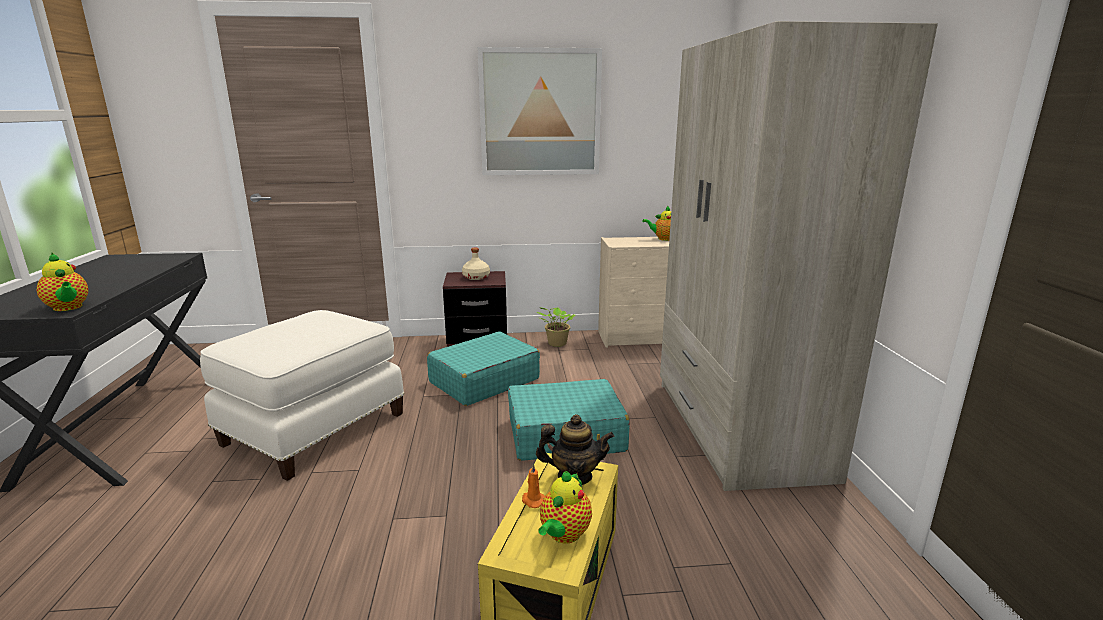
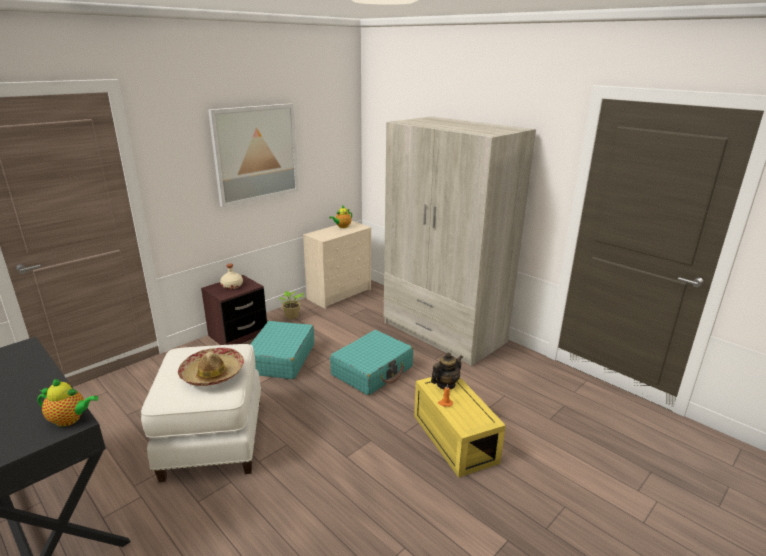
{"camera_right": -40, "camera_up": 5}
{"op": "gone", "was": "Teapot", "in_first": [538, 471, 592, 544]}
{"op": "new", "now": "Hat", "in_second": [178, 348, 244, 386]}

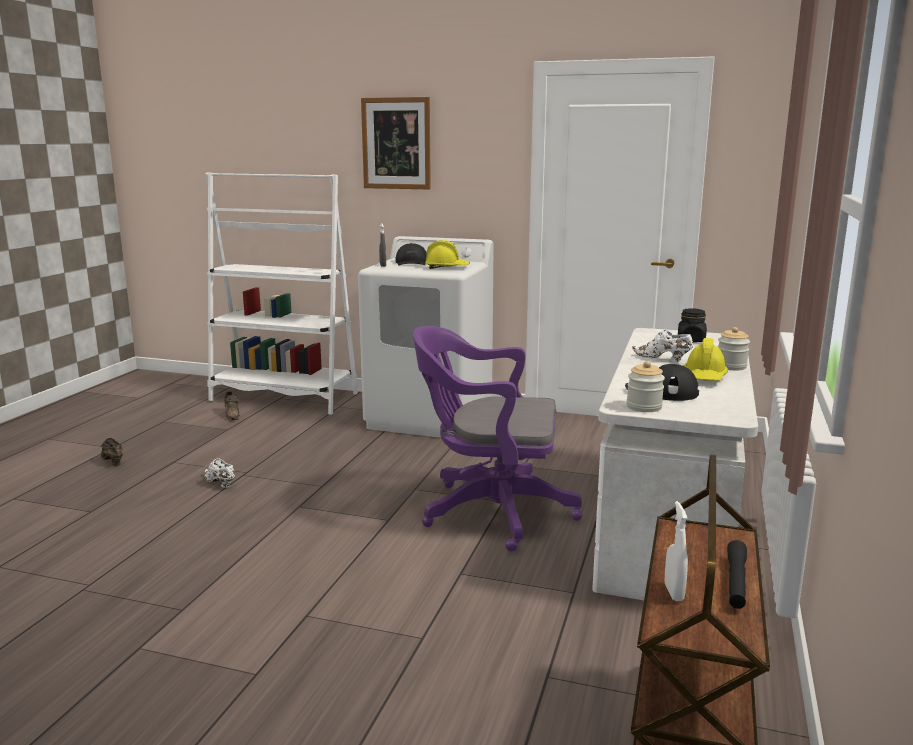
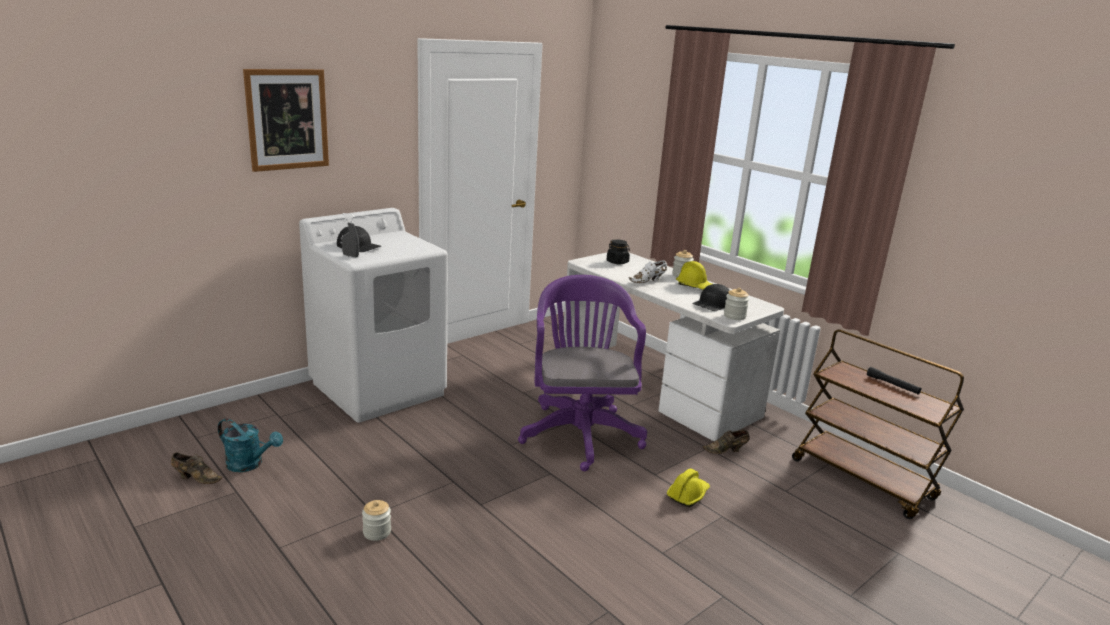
{"camera_right": -60, "camera_up": 5}
{"op": "gone", "was": "WhiteBookcase", "in_first": [205, 172, 358, 415]}
{"op": "gone", "was": "WhiteSprayBottle", "in_first": [665, 501, 688, 601]}
{"op": "new", "now": "TurquoiseWateringCan", "in_second": [218, 418, 283, 472]}
{"op": "shifted", "was": "BrownShoe", "in_first": [100, 438, 123, 466], "in_second": [703, 430, 750, 454]}
{"op": "shifted", "was": "YellowHardHat", "in_first": [425, 240, 470, 269], "in_second": [667, 469, 710, 507]}
{"op": "swapped", "was": "WhiteShoe", "now": "Jar", "in_first": [204, 458, 235, 488], "in_second": [362, 500, 391, 541]}
{"op": "rotated", "was": "PurpleOfficeChair", "in_first": [413, 326, 582, 551], "in_second": [518, 275, 647, 471], "clockwise": 135}

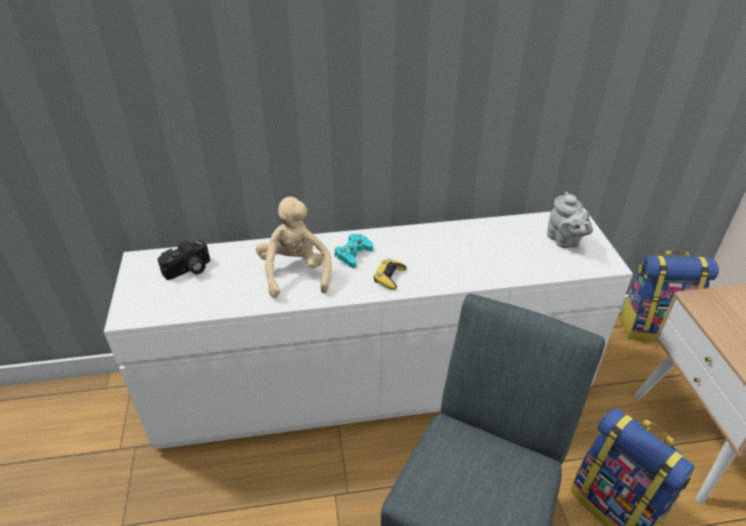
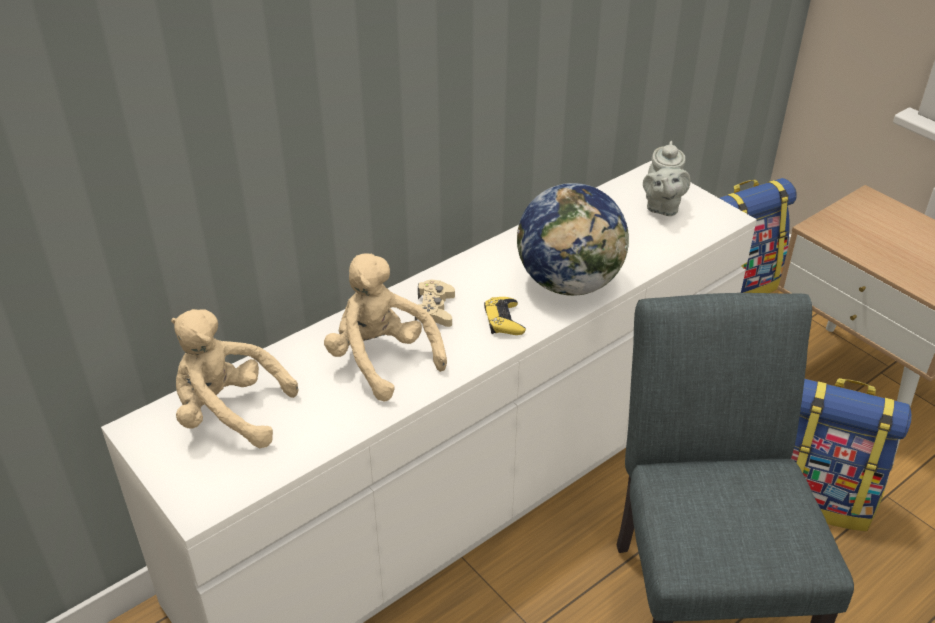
{"camera_right": -30, "camera_up": 0}
{"op": "new", "now": "Globe", "in_second": [517, 183, 629, 296]}
{"op": "swapped", "was": "PhotoCamera", "now": "BeigePlushToy", "in_first": [157, 240, 210, 280], "in_second": [171, 309, 299, 448]}
{"op": "repainted", "was": "TurquoiseGameController", "now": "BeigeGameController", "in_first": [335, 234, 373, 268], "in_second": [415, 280, 455, 327]}
{"op": "rotated", "was": "GreyTeapot", "in_first": [547, 192, 593, 248], "in_second": [643, 141, 691, 216], "clockwise": 60}

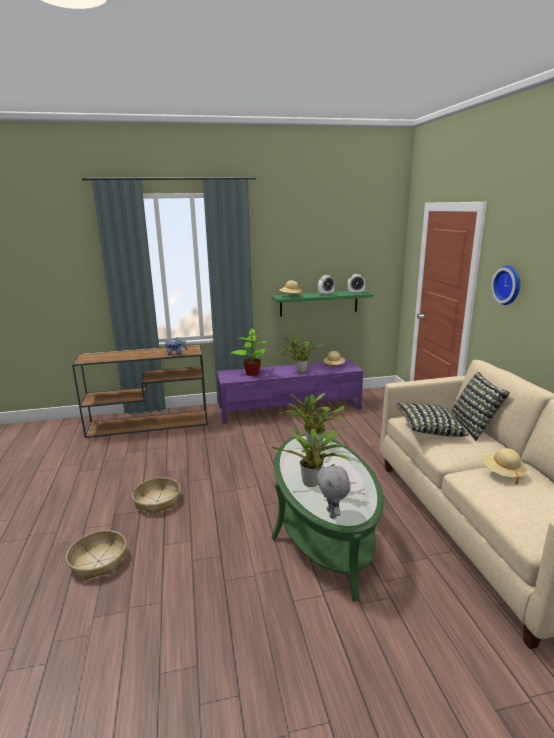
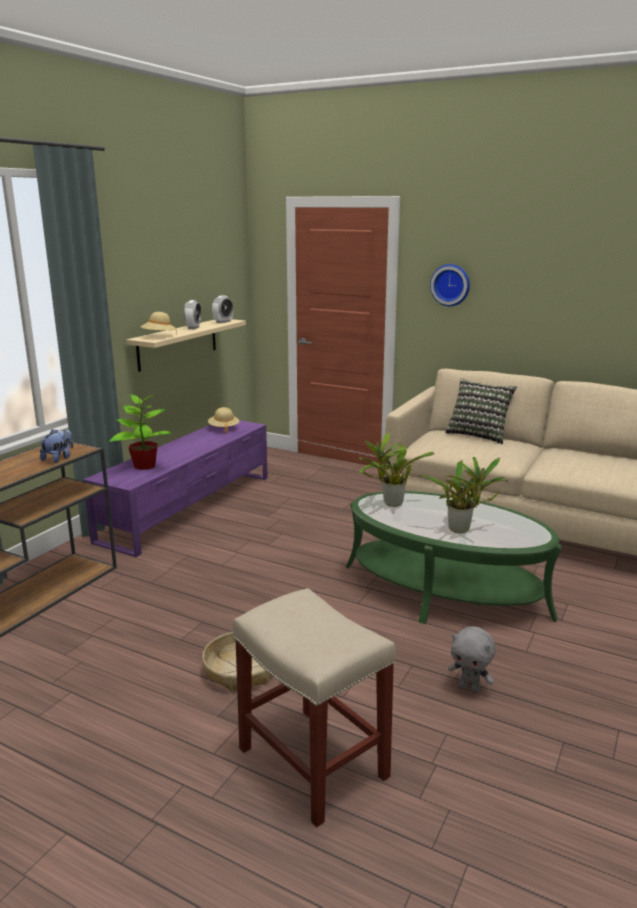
{"camera_right": -50, "camera_up": 0}
{"op": "gone", "was": "PottedPlant", "in_first": [279, 334, 324, 373]}
{"op": "gone", "was": "Pillow", "in_first": [396, 403, 469, 437]}
{"op": "gone", "was": "BeigeHat", "in_first": [483, 448, 527, 485]}
{"op": "shifted", "was": "GreyPlushToy", "in_first": [317, 464, 351, 519], "in_second": [448, 626, 495, 692]}
{"op": "swapped", "was": "Basket", "now": "BeigeStool", "in_first": [66, 530, 126, 581], "in_second": [233, 588, 396, 827]}
{"op": "repainted", "was": "GreenShelf", "now": "BeigeShelf", "in_first": [272, 290, 374, 317], "in_second": [126, 319, 246, 372]}

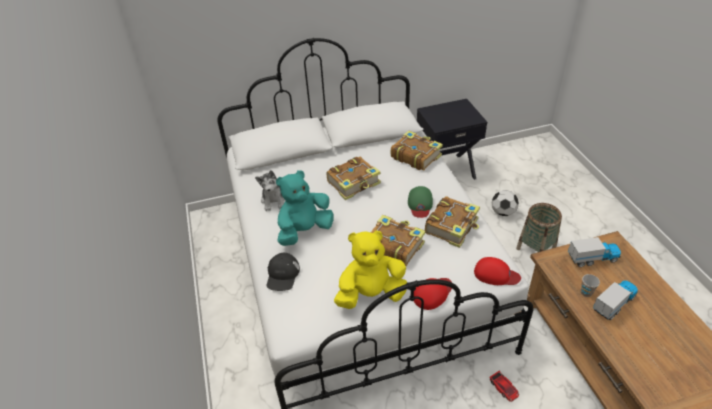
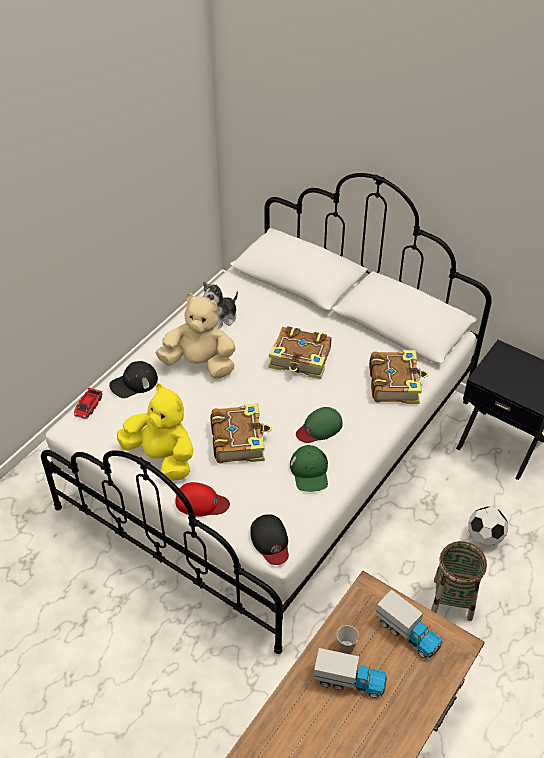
{"camera_right": 50, "camera_up": 5}
{"op": "shifted", "was": "ToyCar", "in_first": [490, 371, 519, 402], "in_second": [74, 387, 103, 419]}
{"op": "swapped", "was": "Book", "now": "GreenCap", "in_first": [425, 196, 480, 248], "in_second": [290, 445, 328, 492]}
{"op": "repainted", "was": "TurquoisePlushToy", "now": "BeigePlushToy", "in_first": [276, 170, 333, 246], "in_second": [156, 294, 236, 379]}
{"op": "repainted", "was": "RedCap", "now": "BlackCap", "in_first": [474, 257, 521, 285], "in_second": [250, 514, 289, 565]}

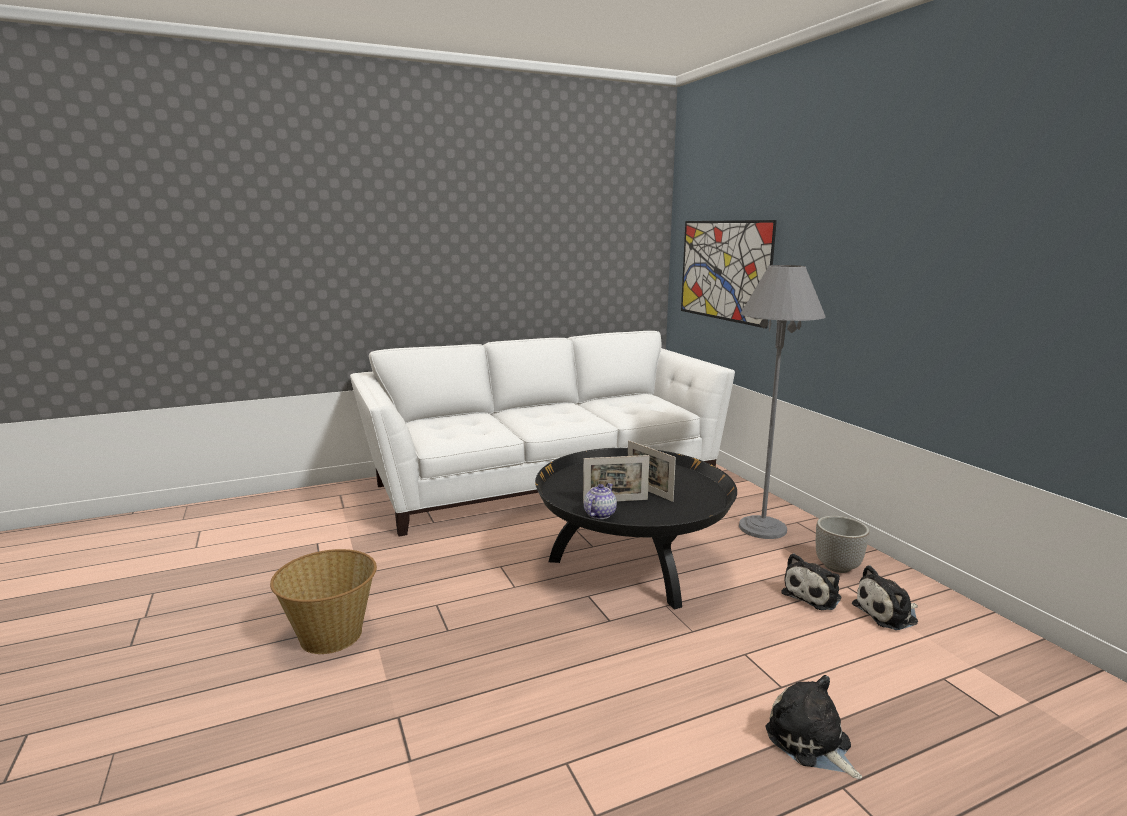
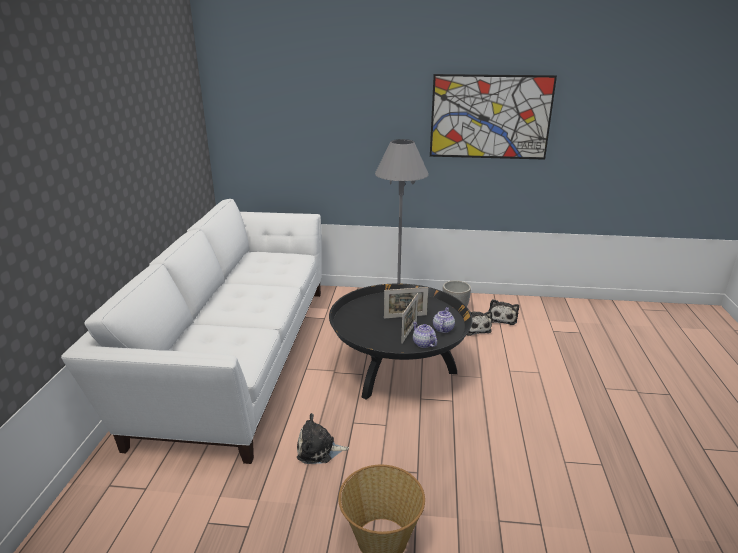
{"camera_right": -60, "camera_up": 10}
{"op": "new", "now": "Teapot", "in_second": [433, 307, 455, 333]}
{"op": "shifted", "was": "Picture", "in_first": [681, 220, 777, 328], "in_second": [430, 74, 557, 160]}
{"op": "shifted", "was": "PlushToy", "in_first": [766, 675, 862, 779], "in_second": [297, 413, 349, 464]}

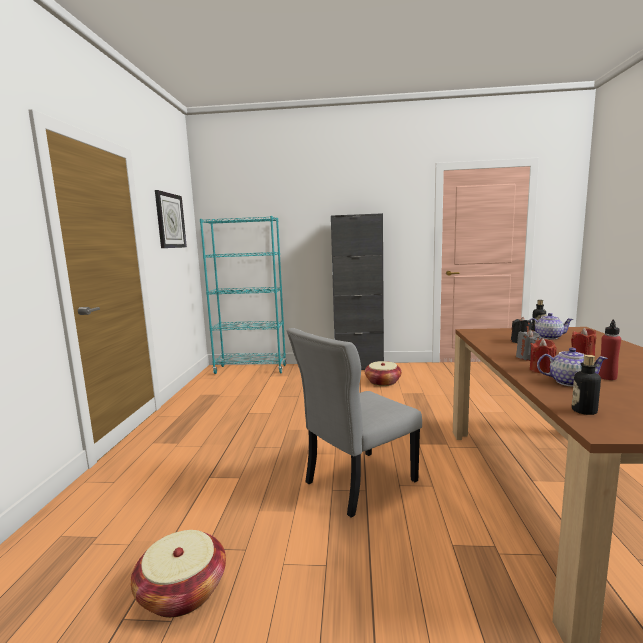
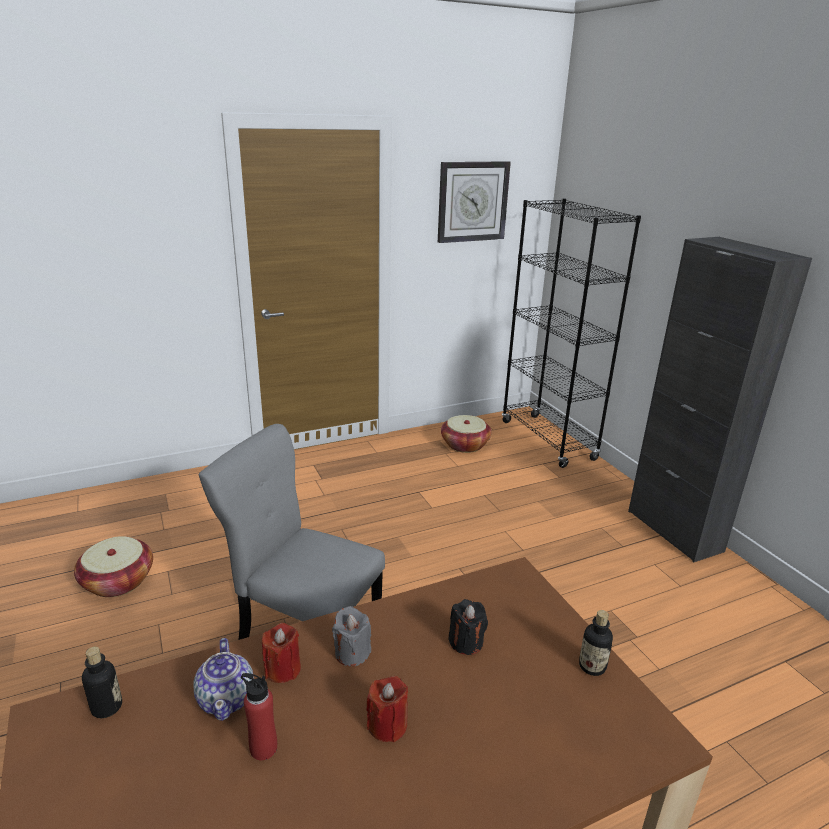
{"camera_right": 60, "camera_up": 15}
{"op": "gone", "was": "Teapot", "in_first": [530, 313, 574, 339]}
{"op": "shifted", "was": "Basket", "in_first": [365, 361, 402, 386], "in_second": [441, 415, 491, 453]}
{"op": "repainted", "was": "TurquoiseBookcase", "now": "BlackBookcase", "in_first": [200, 216, 286, 374], "in_second": [502, 199, 641, 468]}

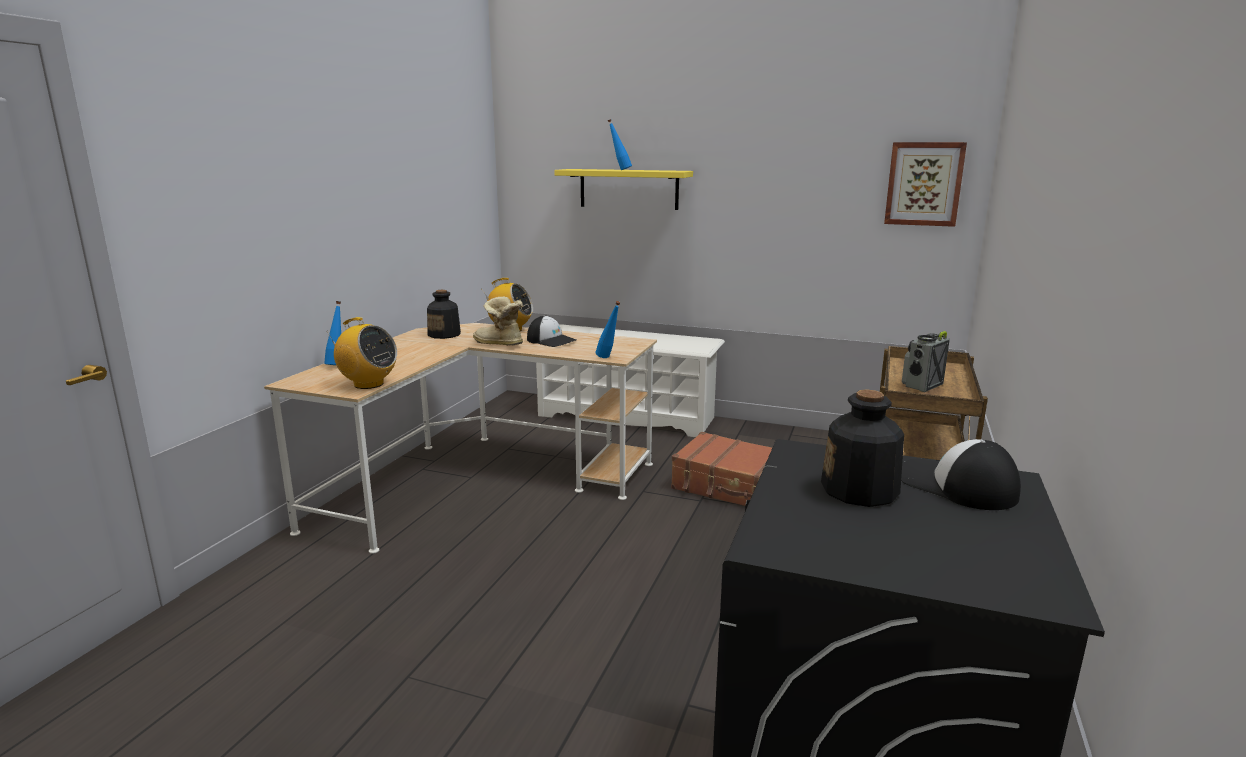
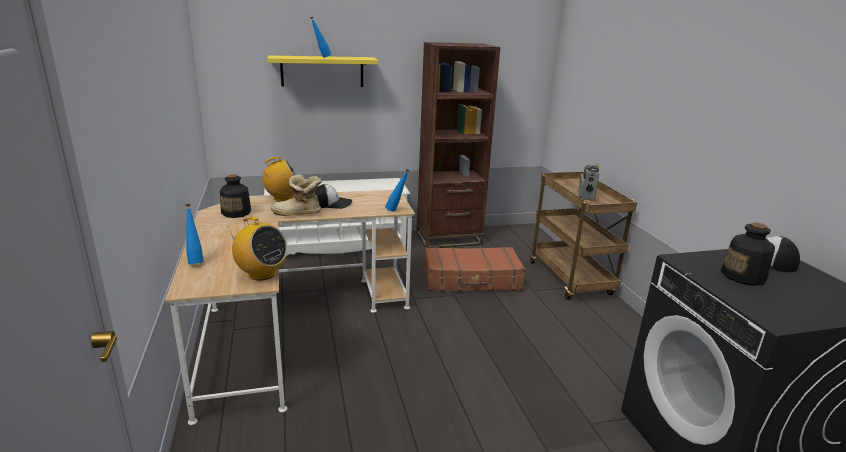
{"camera_right": -35, "camera_up": 5}
{"op": "gone", "was": "Picture", "in_first": [884, 142, 967, 227]}
{"op": "new", "now": "BrownBookcase", "in_second": [416, 42, 500, 248]}
{"op": "rotated", "was": "Radio", "in_first": [326, 317, 397, 389], "in_second": [230, 217, 287, 280], "clockwise": 45}

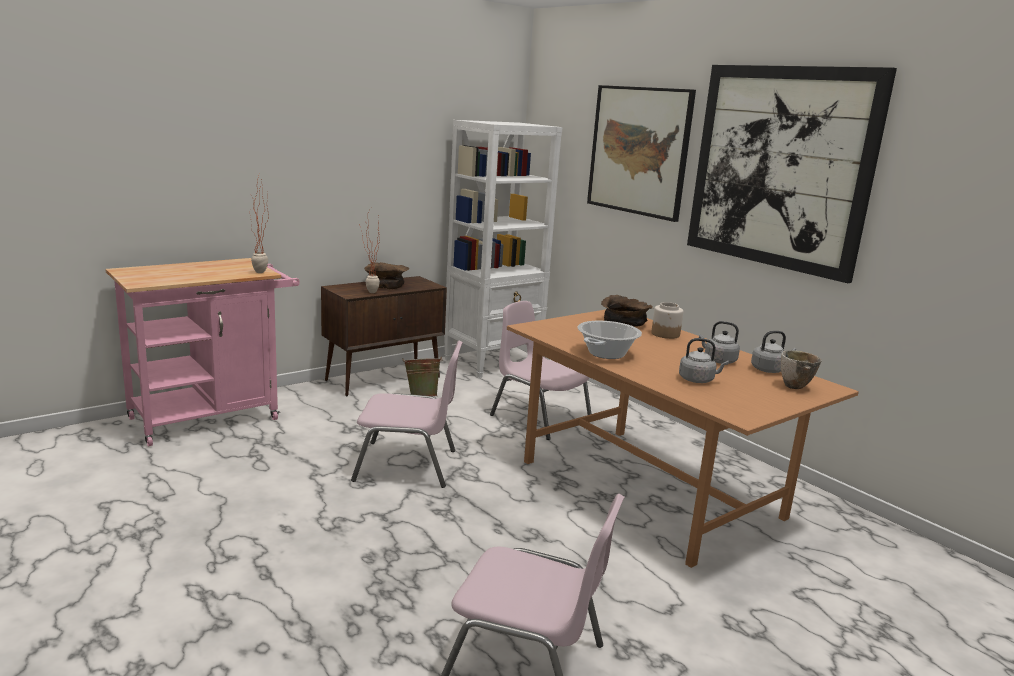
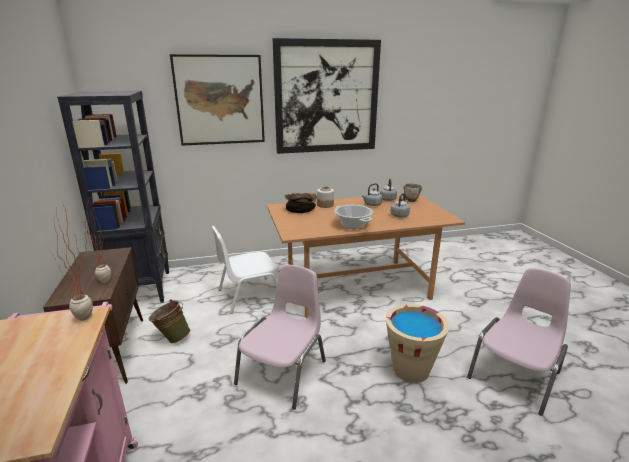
{"camera_right": -65, "camera_up": 5}
{"op": "gone", "was": "BrownBowl", "in_first": [364, 262, 409, 289]}
{"op": "new", "now": "BeigeBucket", "in_second": [386, 304, 449, 383]}
{"op": "repainted", "was": "WhiteBookcase", "now": "BlackBookcase", "in_first": [444, 120, 562, 378], "in_second": [57, 91, 169, 303]}
{"op": "repainted", "was": "PinkChair", "now": "WhiteChair", "in_first": [490, 301, 591, 440], "in_second": [211, 226, 279, 314]}

